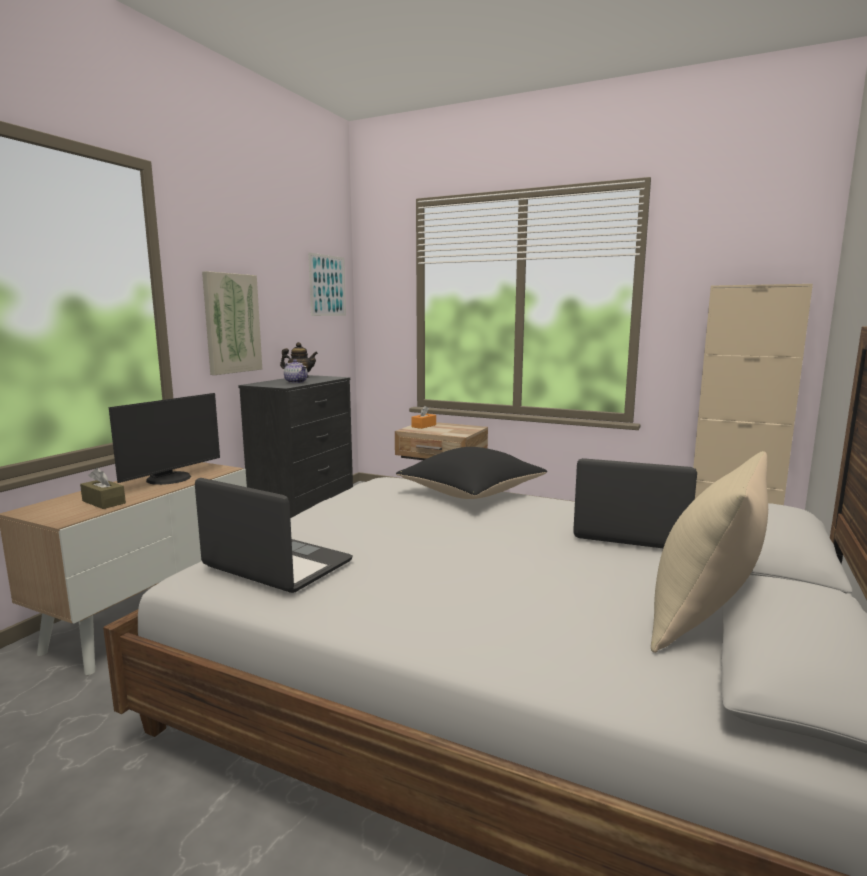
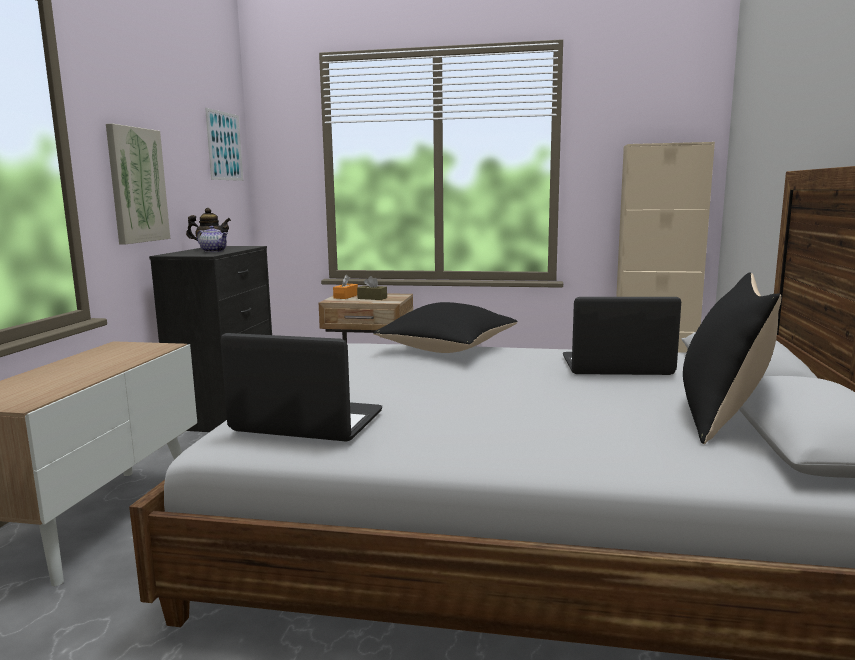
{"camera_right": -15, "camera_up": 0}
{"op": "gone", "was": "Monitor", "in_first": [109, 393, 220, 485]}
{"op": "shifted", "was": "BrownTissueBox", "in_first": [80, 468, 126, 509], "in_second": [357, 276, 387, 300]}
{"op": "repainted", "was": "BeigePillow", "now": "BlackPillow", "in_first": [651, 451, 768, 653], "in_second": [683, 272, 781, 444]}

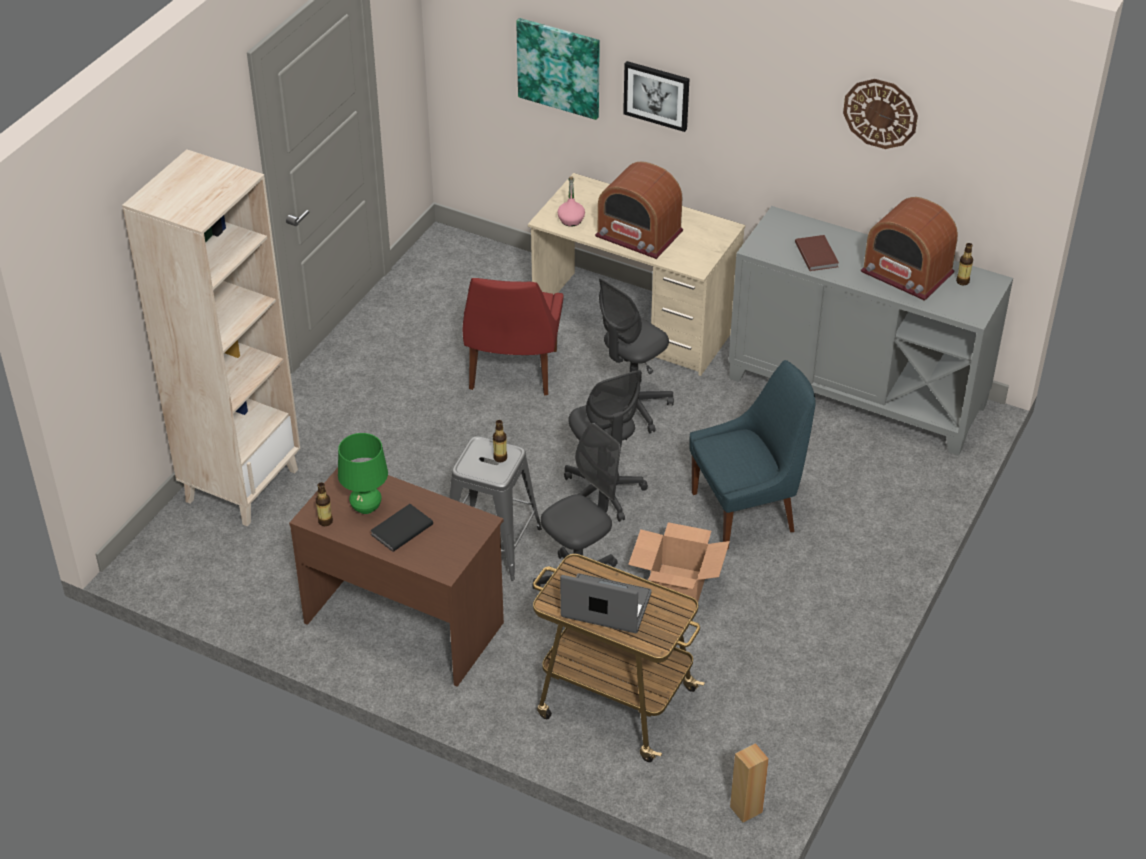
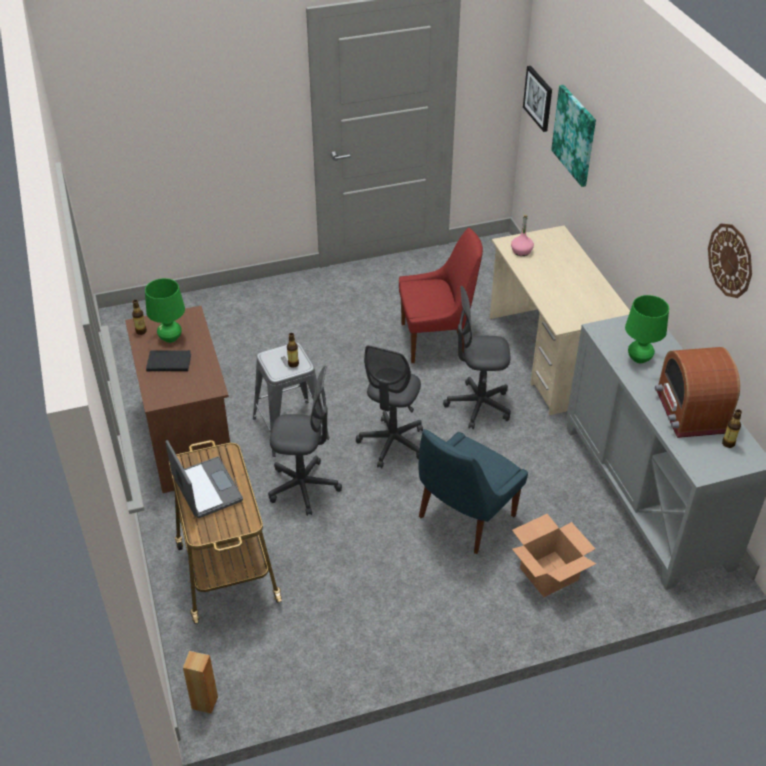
{"camera_right": 45, "camera_up": 0}
{"op": "gone", "was": "BeigeBookcase", "in_first": [122, 149, 300, 526]}
{"op": "gone", "was": "Radio", "in_first": [595, 161, 684, 259]}
{"op": "shifted", "was": "Picture", "in_first": [623, 61, 689, 132], "in_second": [523, 66, 552, 132]}
{"op": "shifted", "was": "CardboardBox", "in_first": [628, 522, 730, 602], "in_second": [512, 514, 596, 597]}
{"op": "swapped", "was": "BrownBook", "now": "GreenTableLamp", "in_first": [795, 235, 839, 271], "in_second": [625, 295, 669, 363]}
{"op": "rotated", "was": "RedChair", "in_first": [463, 278, 563, 395], "in_second": [399, 228, 483, 363], "clockwise": -150}
{"op": "rotated", "was": "BlueChair", "in_first": [689, 360, 815, 550], "in_second": [418, 429, 528, 554], "clockwise": 105}

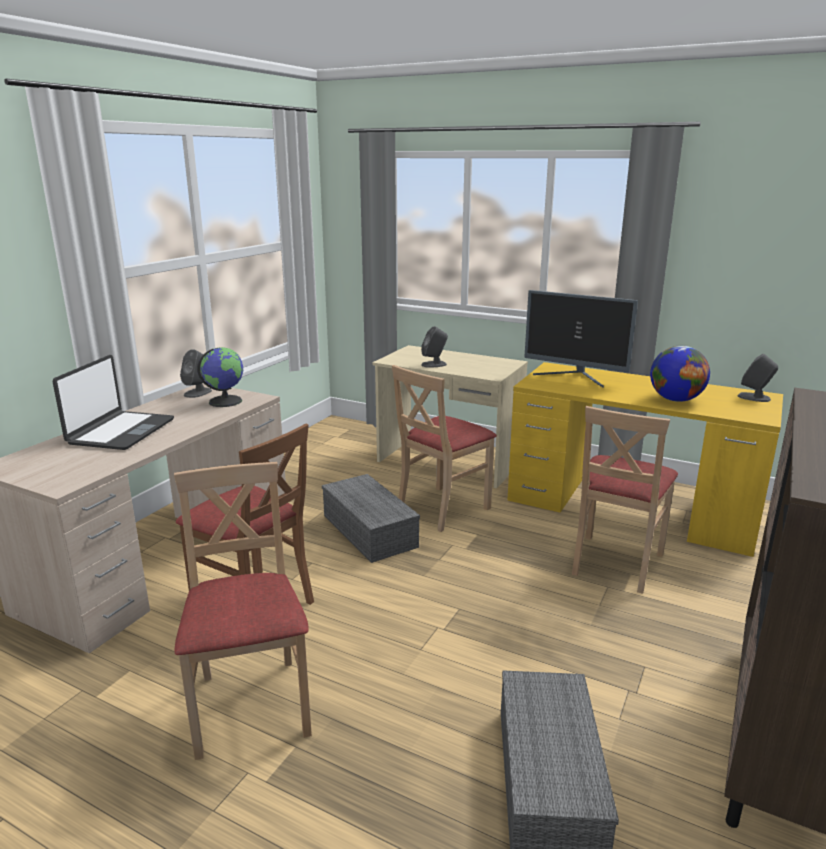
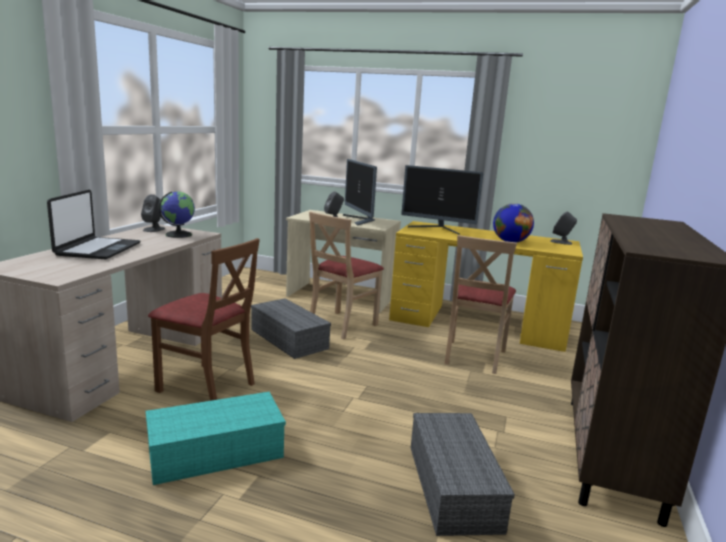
{"camera_right": -10, "camera_up": -5}
{"op": "new", "now": "Monitor", "in_second": [343, 159, 377, 226]}
{"op": "swapped", "was": "BeigeChair", "now": "TurquoiseStorageBox", "in_first": [174, 462, 312, 760], "in_second": [146, 392, 286, 485]}

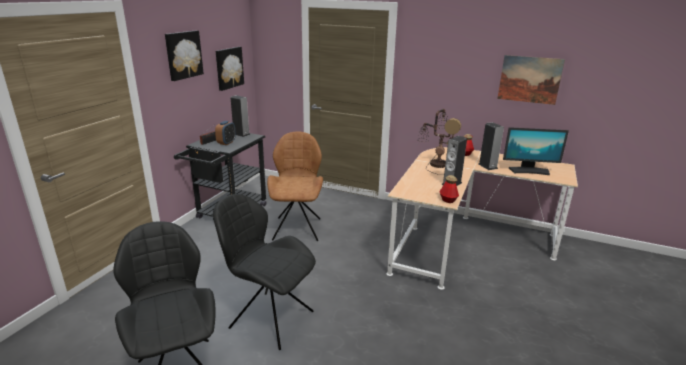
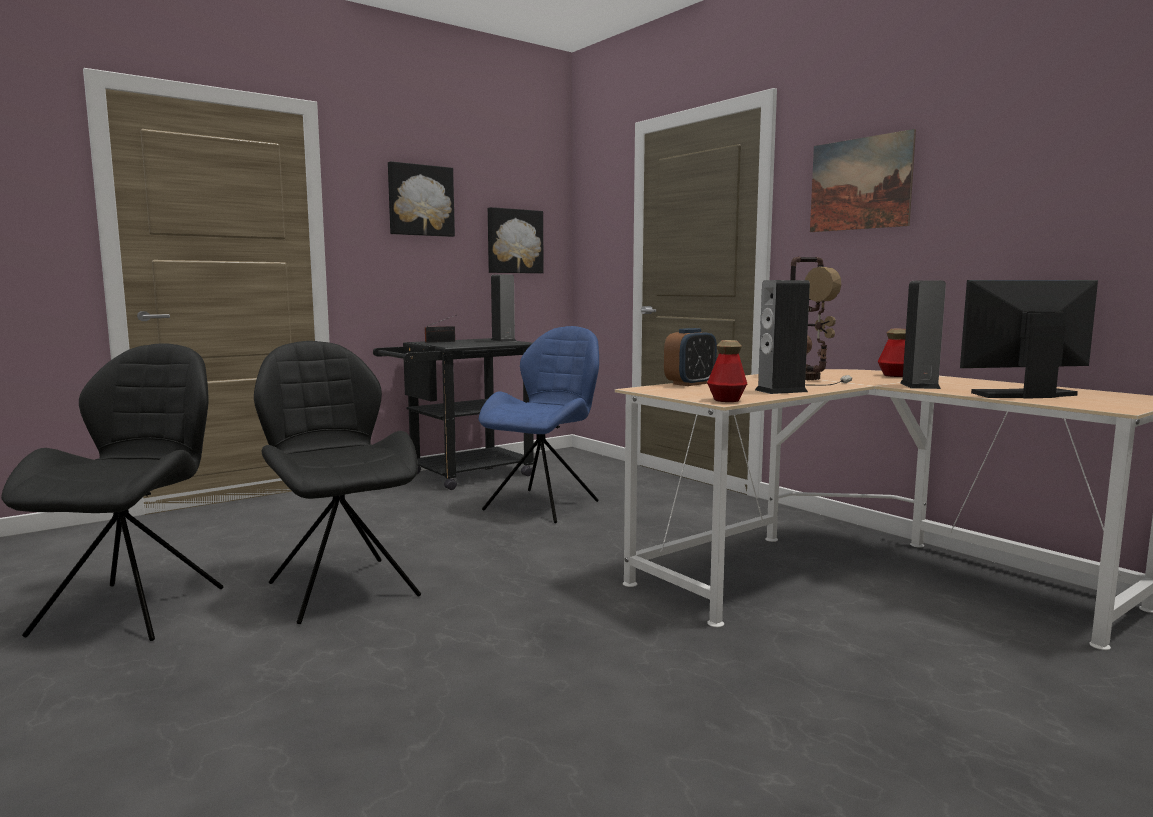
{"camera_right": 30, "camera_up": -15}
{"op": "shifted", "was": "AlarmClock", "in_first": [215, 121, 236, 145], "in_second": [664, 328, 717, 386]}
{"op": "shifted", "was": "Picture", "in_first": [497, 55, 565, 105], "in_second": [810, 129, 916, 232]}
{"op": "repainted", "was": "BrownChair", "now": "BlueChair", "in_first": [267, 131, 323, 241], "in_second": [478, 326, 599, 523]}
{"op": "rotated", "was": "Monitor", "in_first": [503, 127, 569, 175], "in_second": [960, 280, 1098, 399], "clockwise": 135}

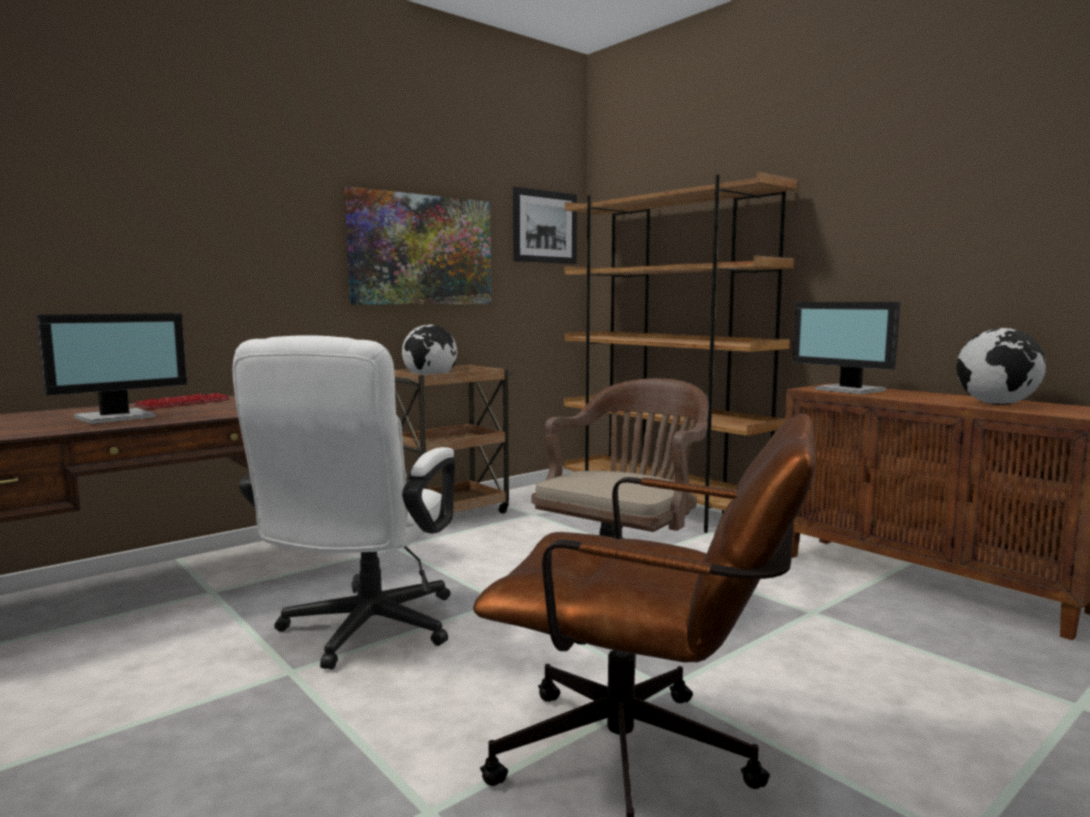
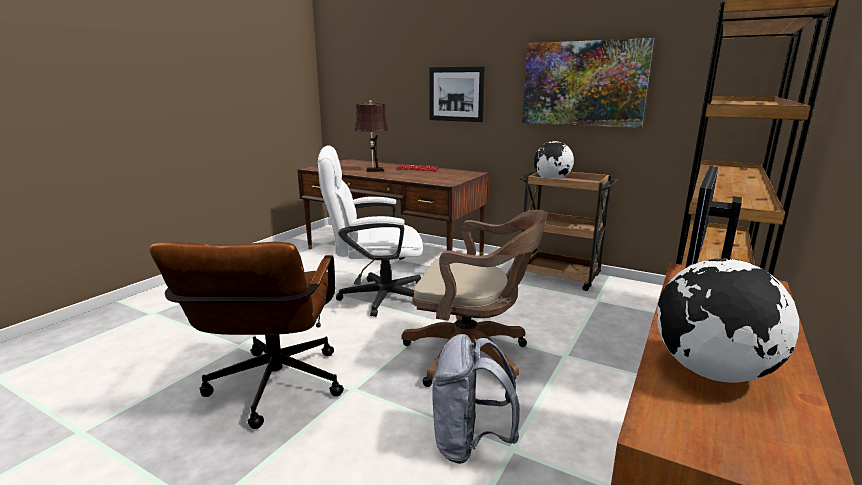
{"camera_right": 70, "camera_up": 10}
{"op": "new", "now": "GreyBackpack", "in_second": [432, 334, 520, 464]}
{"op": "shifted", "was": "Picture", "in_first": [513, 187, 577, 264], "in_second": [429, 66, 485, 122]}
{"op": "swapped", "was": "Monitor", "now": "BrownTableLamp", "in_first": [37, 313, 187, 424], "in_second": [354, 100, 389, 172]}

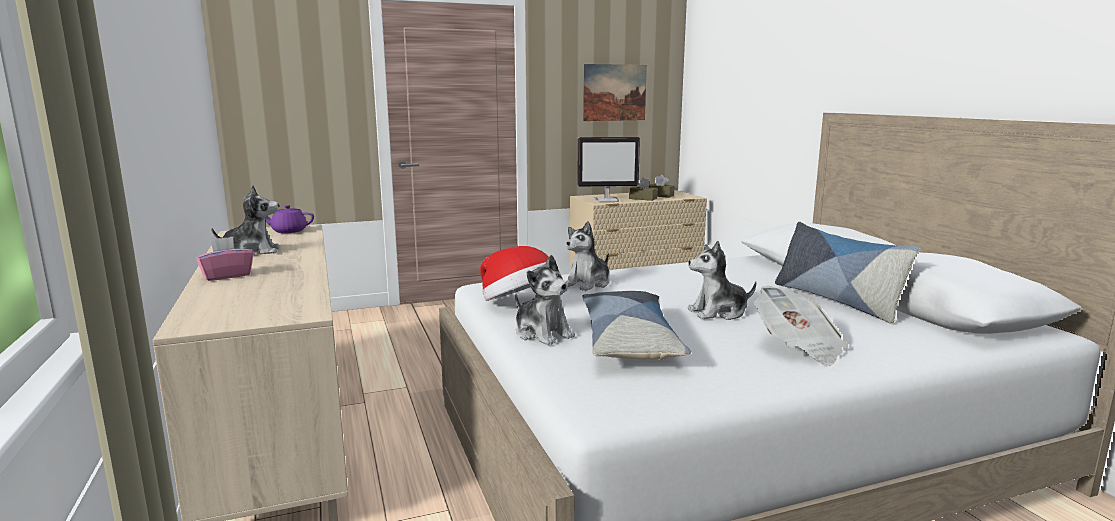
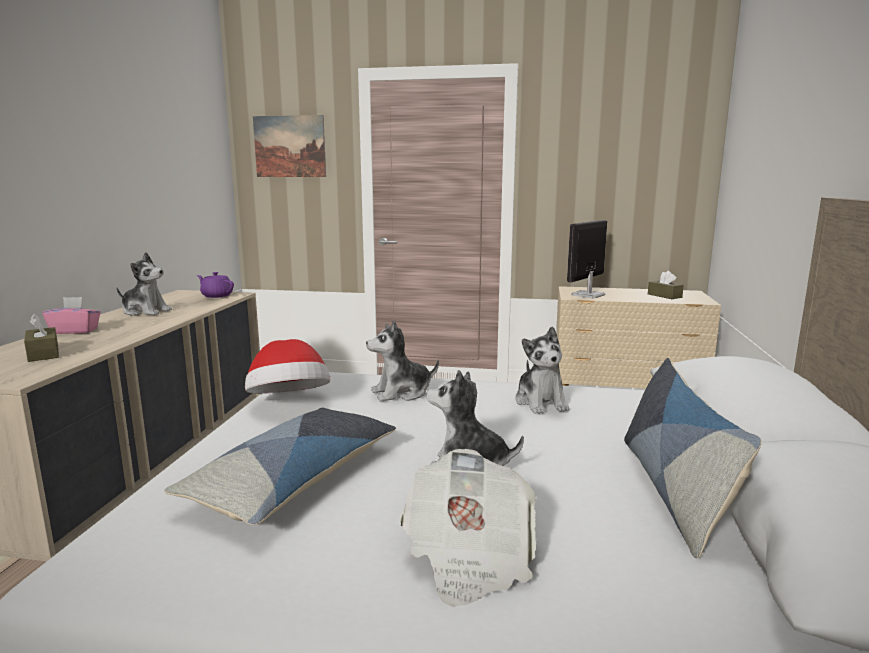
{"camera_right": 30, "camera_up": 0}
{"op": "shifted", "was": "PlushToy", "in_first": [515, 255, 575, 346], "in_second": [515, 326, 569, 414]}
{"op": "shifted", "was": "Picture", "in_first": [583, 64, 647, 121], "in_second": [253, 115, 326, 177]}
{"op": "shifted", "was": "BrownTissueBox", "in_first": [629, 177, 657, 201], "in_second": [24, 314, 59, 362]}
{"op": "rotated", "was": "Monitor", "in_first": [577, 137, 640, 202], "in_second": [567, 220, 607, 298], "clockwise": 105}

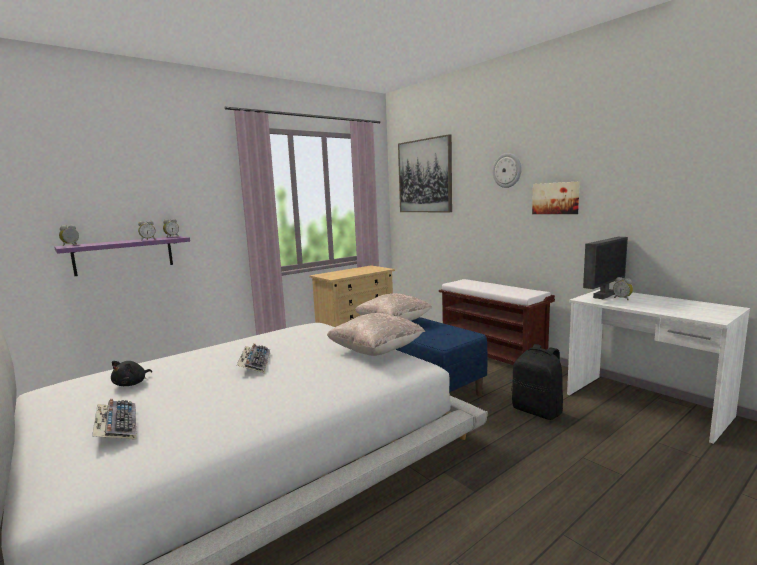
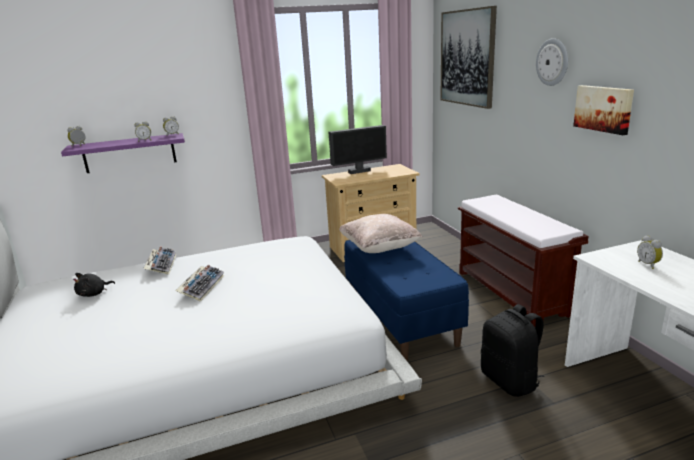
{"camera_right": 20, "camera_up": 10}
{"op": "gone", "was": "BeigePillow", "in_first": [327, 313, 425, 356]}
{"op": "shifted", "was": "Keyboard", "in_first": [92, 399, 137, 440], "in_second": [143, 247, 176, 275]}
{"op": "shifted", "was": "Monitor", "in_first": [583, 237, 628, 299], "in_second": [329, 125, 387, 174]}

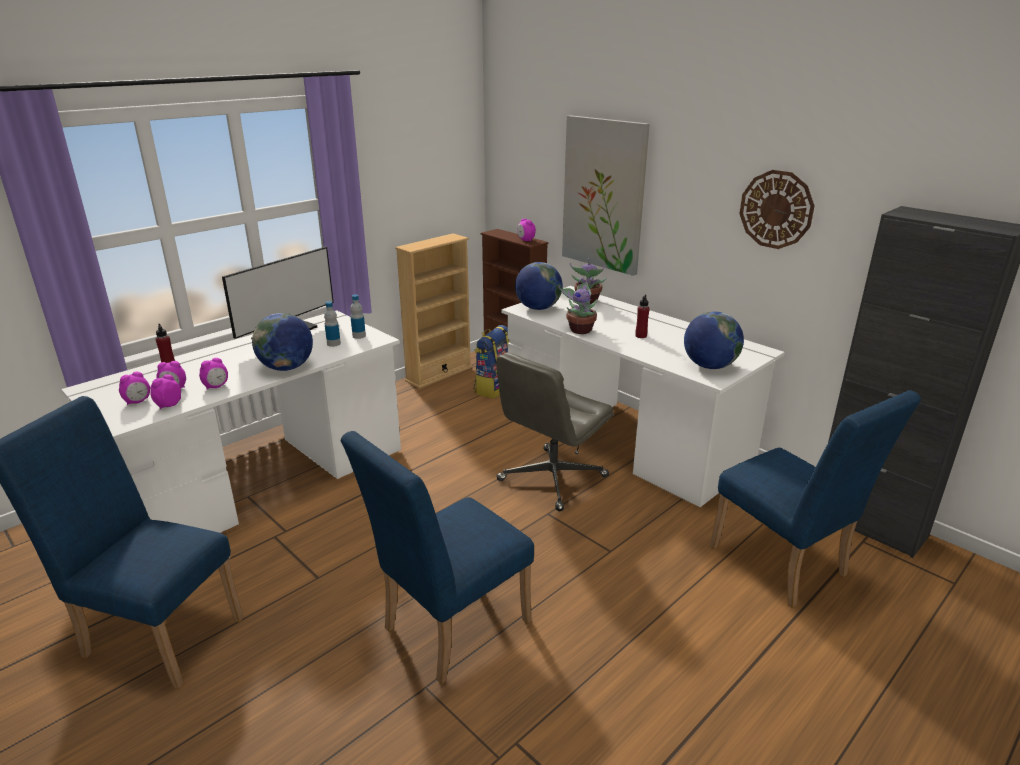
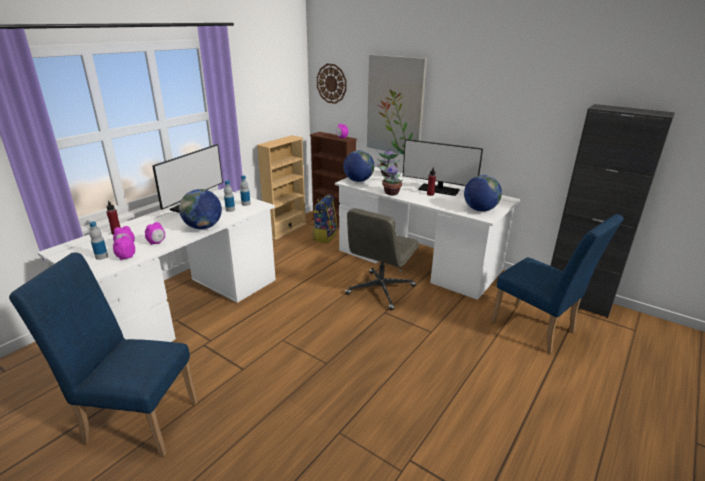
{"camera_right": -10, "camera_up": 0}
{"op": "gone", "was": "BlueChair", "in_first": [341, 431, 534, 684]}
{"op": "new", "now": "Monitor", "in_second": [403, 139, 483, 196]}
{"op": "shifted", "was": "WallClock", "in_first": [740, 170, 815, 249], "in_second": [317, 64, 346, 104]}
{"op": "swapped", "was": "AlarmClock", "now": "Bottle", "in_first": [119, 372, 150, 405], "in_second": [89, 222, 108, 260]}

